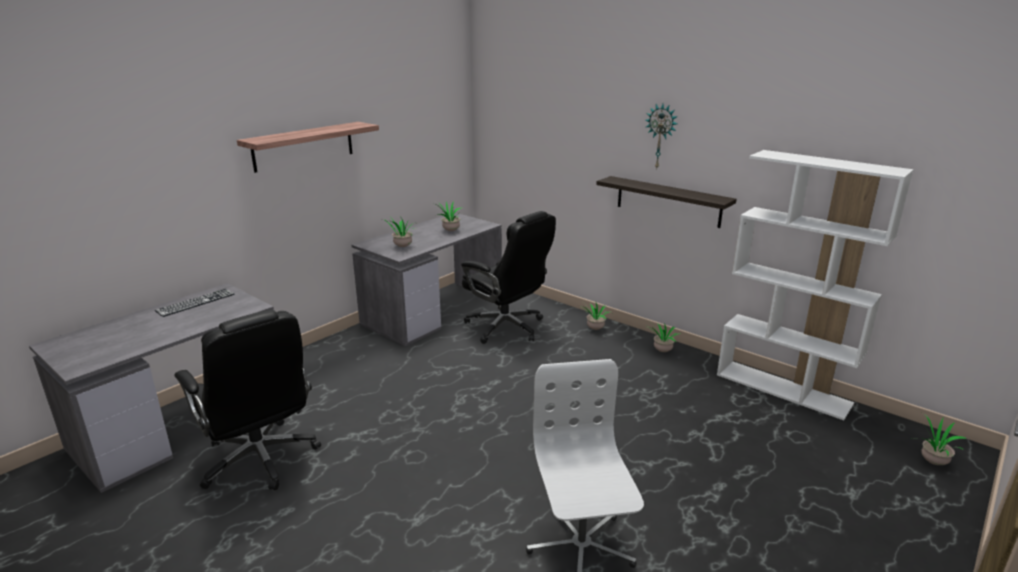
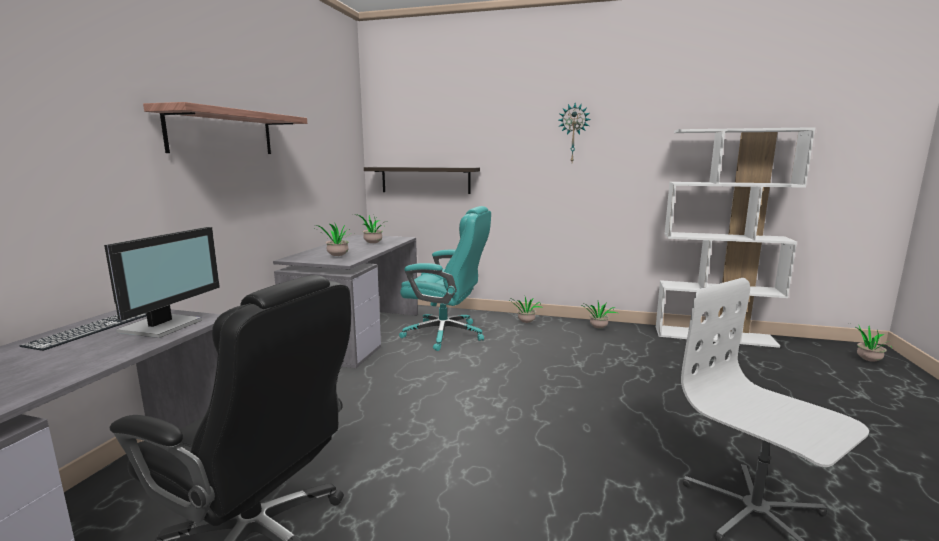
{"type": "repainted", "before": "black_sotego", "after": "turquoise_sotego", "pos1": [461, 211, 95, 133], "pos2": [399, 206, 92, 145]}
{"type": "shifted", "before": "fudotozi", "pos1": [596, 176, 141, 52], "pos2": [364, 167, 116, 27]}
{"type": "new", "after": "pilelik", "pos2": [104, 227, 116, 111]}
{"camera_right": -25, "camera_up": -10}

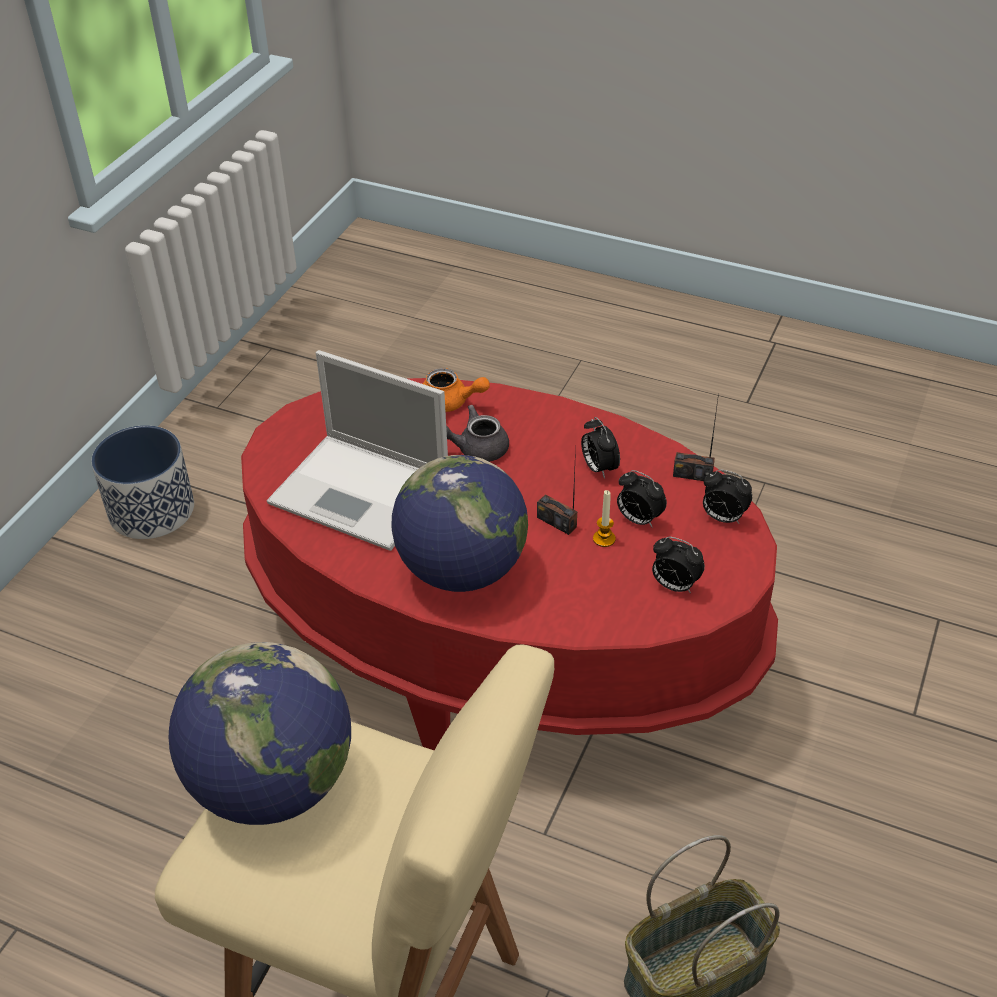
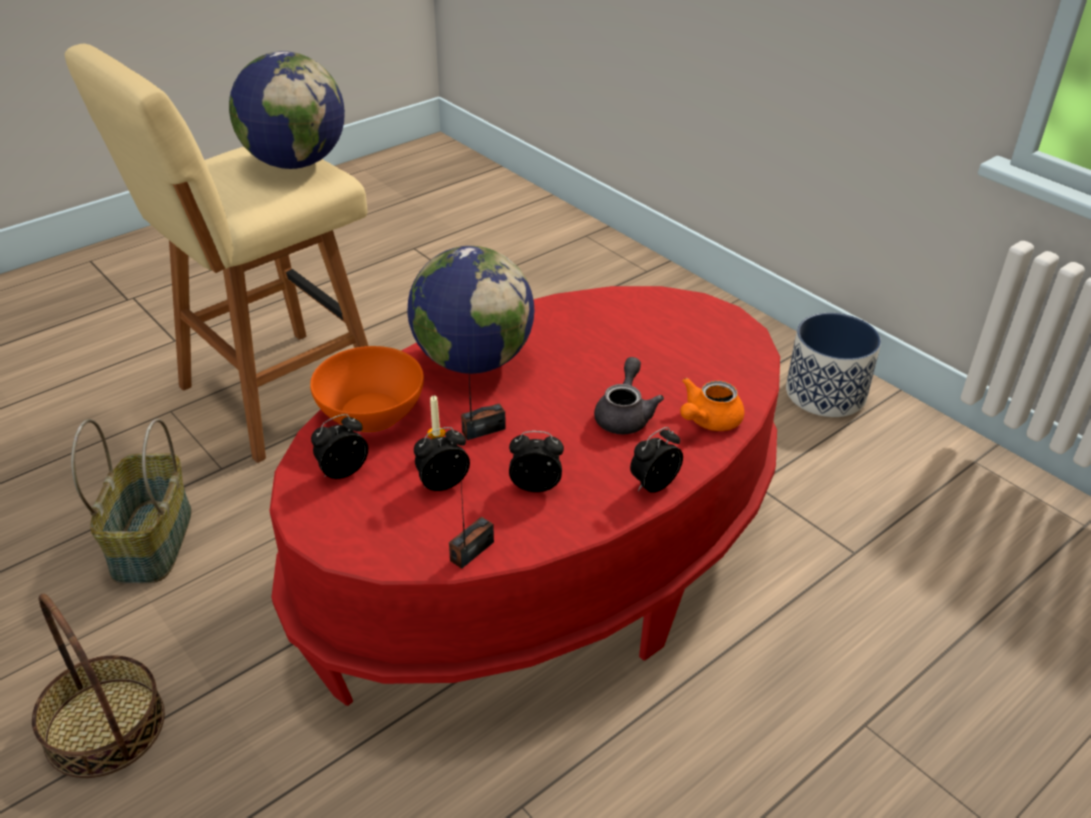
{"type": "gone", "before": "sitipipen", "pos1": [267, 350, 181, 201]}
{"type": "shifted", "before": "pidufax", "pos1": [703, 470, 49, 54], "pos2": [630, 427, 53, 66]}
{"type": "new", "after": "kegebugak", "pos2": [32, 594, 133, 184]}
{"type": "new", "after": "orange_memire", "pos2": [310, 346, 114, 86]}
{"camera_right": 115, "camera_up": -5}

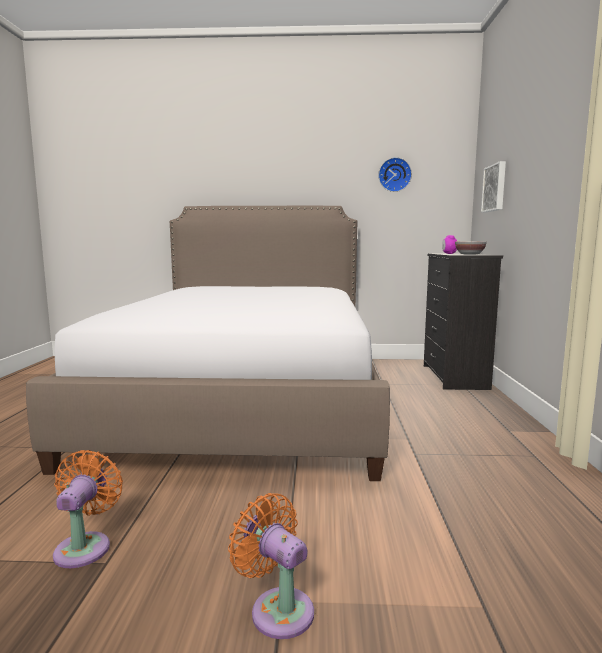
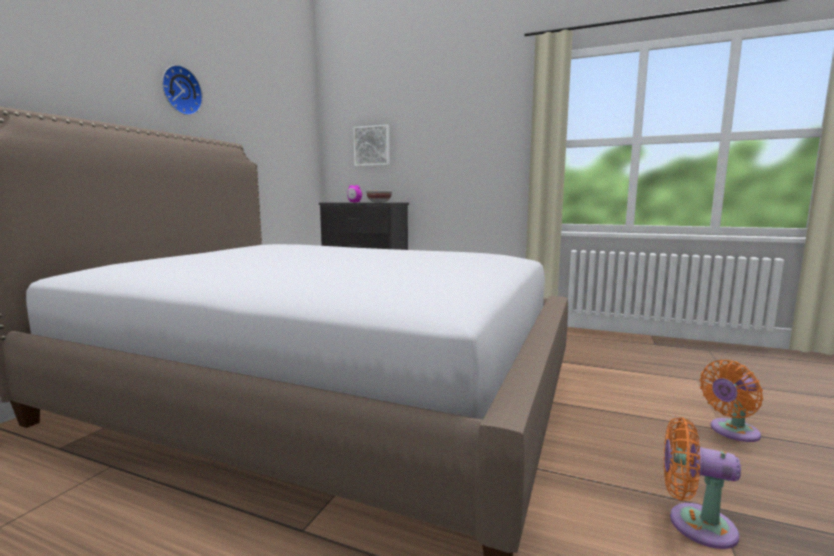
{"type": "shifted", "before": "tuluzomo", "pos1": [378, 157, 34, 35], "pos2": [162, 65, 41, 50]}
{"camera_right": -70, "camera_up": 0}

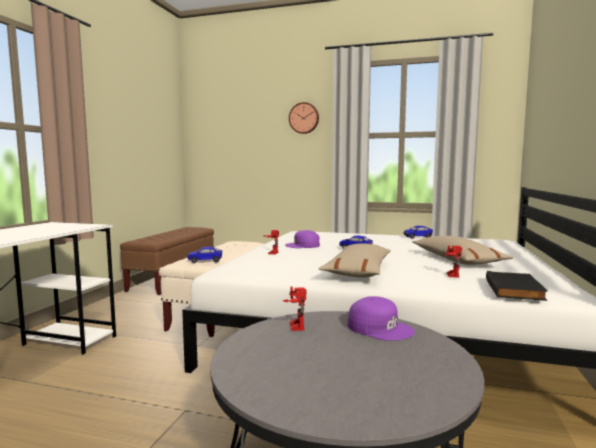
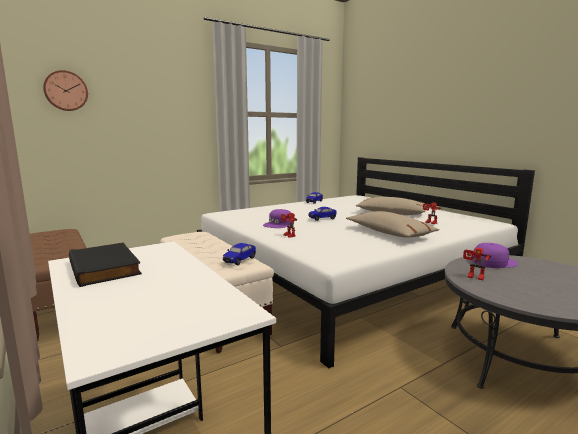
{"type": "shifted", "before": "tuluzomo", "pos1": [289, 102, 30, 32], "pos2": [43, 70, 45, 41]}
{"type": "shifted", "before": "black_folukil", "pos1": [486, 271, 62, 30], "pos2": [69, 242, 73, 45]}
{"camera_right": -50, "camera_up": 5}

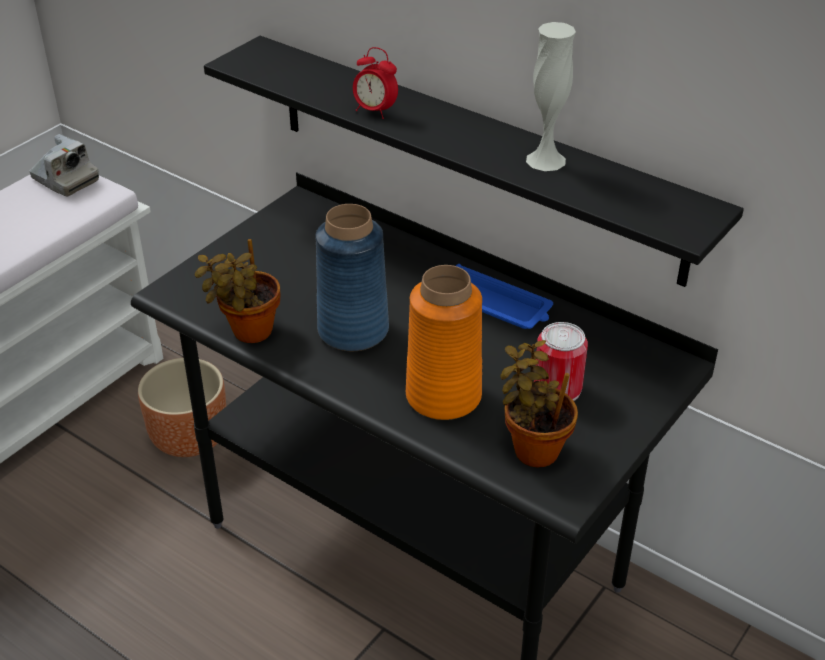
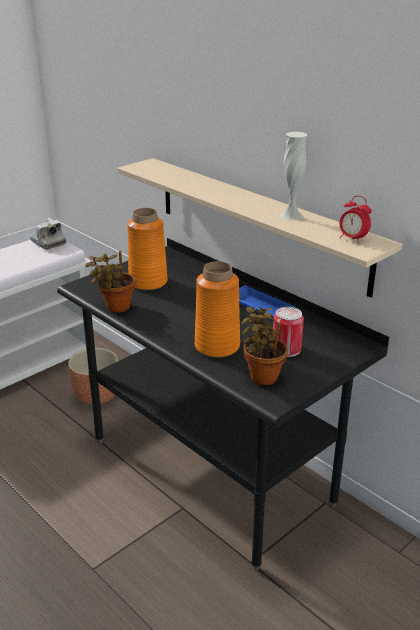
{"type": "repainted", "before": "black_fudotozi", "after": "beige_fudotozi", "pos1": [204, 36, 540, 251], "pos2": [117, 158, 285, 140]}
{"type": "gone", "before": "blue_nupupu", "pos1": [315, 204, 74, 147]}
{"type": "shifted", "before": "pidufax", "pos1": [353, 47, 45, 72], "pos2": [339, 196, 33, 48]}
{"type": "new", "after": "orange_nupupu", "pos2": [127, 208, 41, 82]}
{"camera_right": 10, "camera_up": -10}

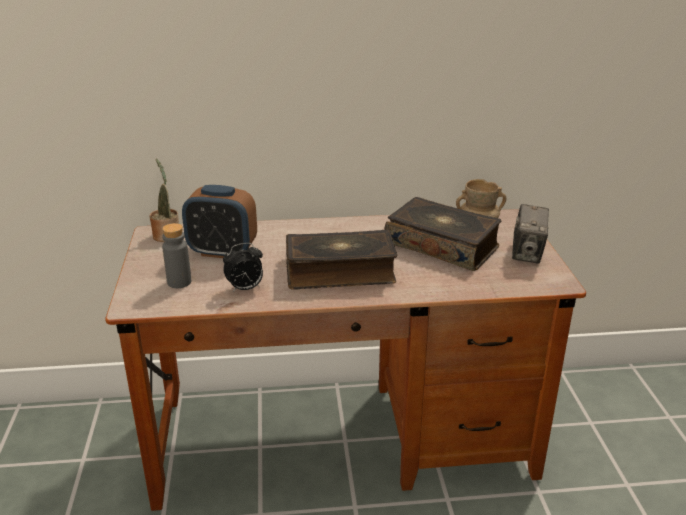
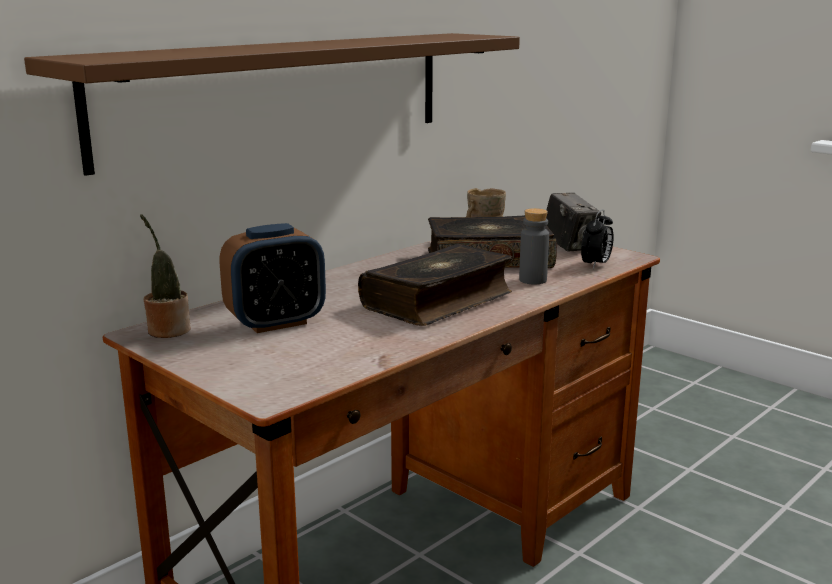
{"type": "shifted", "before": "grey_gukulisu", "pos1": [162, 223, 29, 65], "pos2": [519, 208, 30, 76]}
{"type": "shifted", "before": "pidufax", "pos1": [223, 243, 40, 49], "pos2": [581, 209, 32, 60]}
{"type": "new", "after": "brown_fudotozi", "pos2": [24, 33, 496, 143]}
{"camera_right": -40, "camera_up": -10}

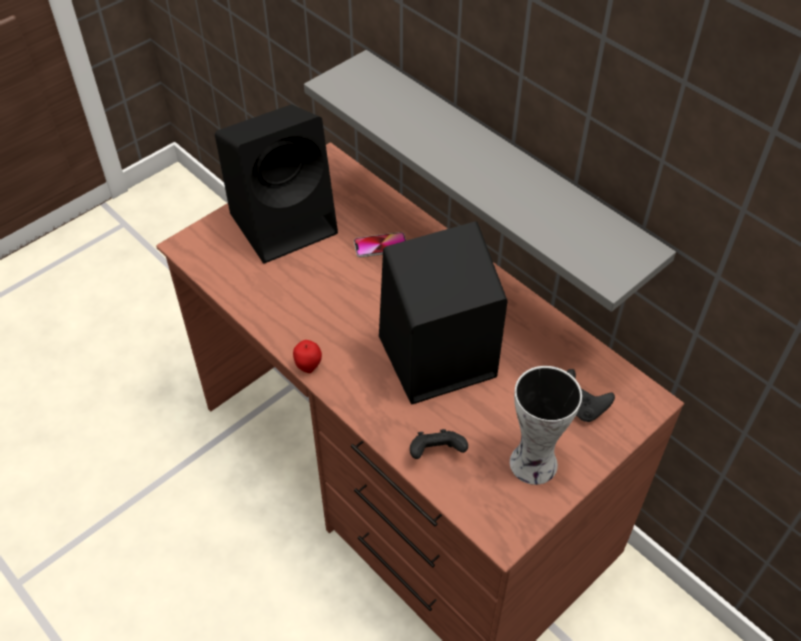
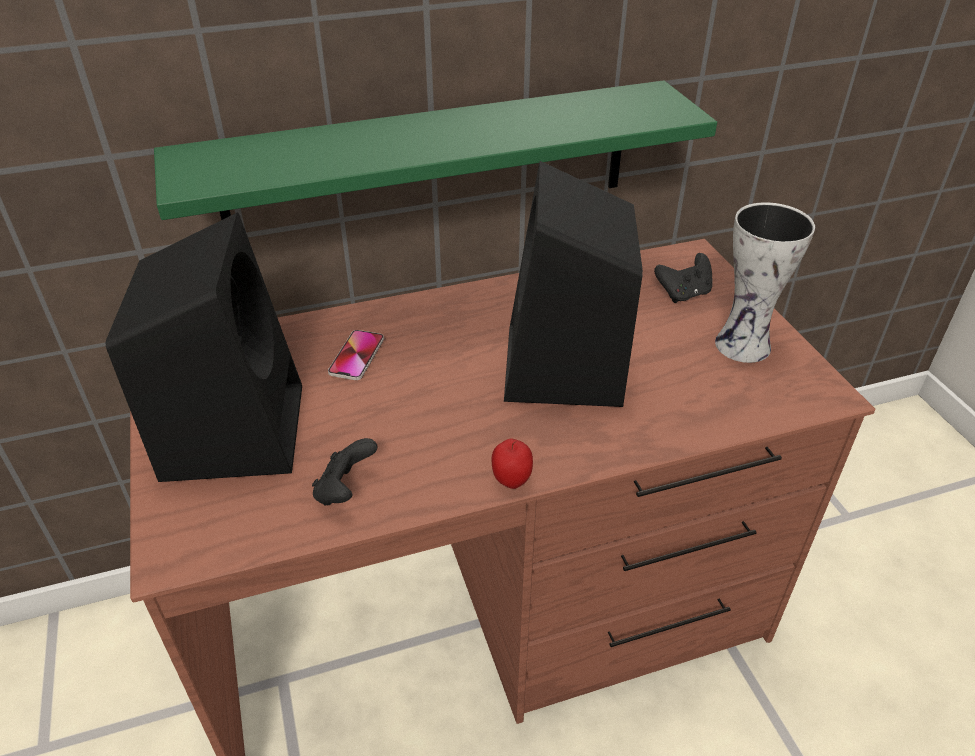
{"type": "repainted", "before": "grey_fudotozi", "after": "green_fudotozi", "pos1": [304, 50, 372, 262], "pos2": [154, 80, 563, 140]}
{"type": "shifted", "before": "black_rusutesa", "pos1": [410, 429, 58, 30], "pos2": [312, 438, 66, 68]}
{"camera_right": -65, "camera_up": -10}

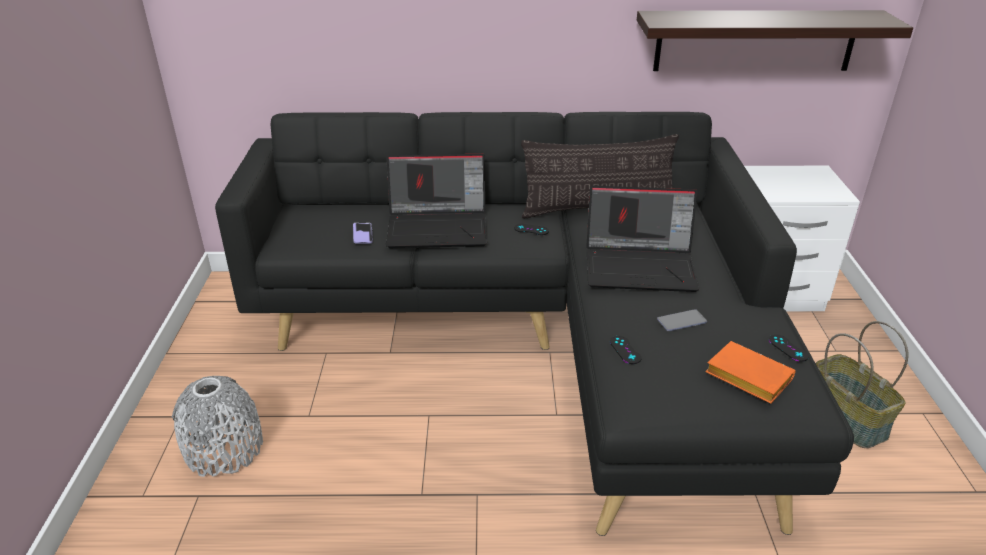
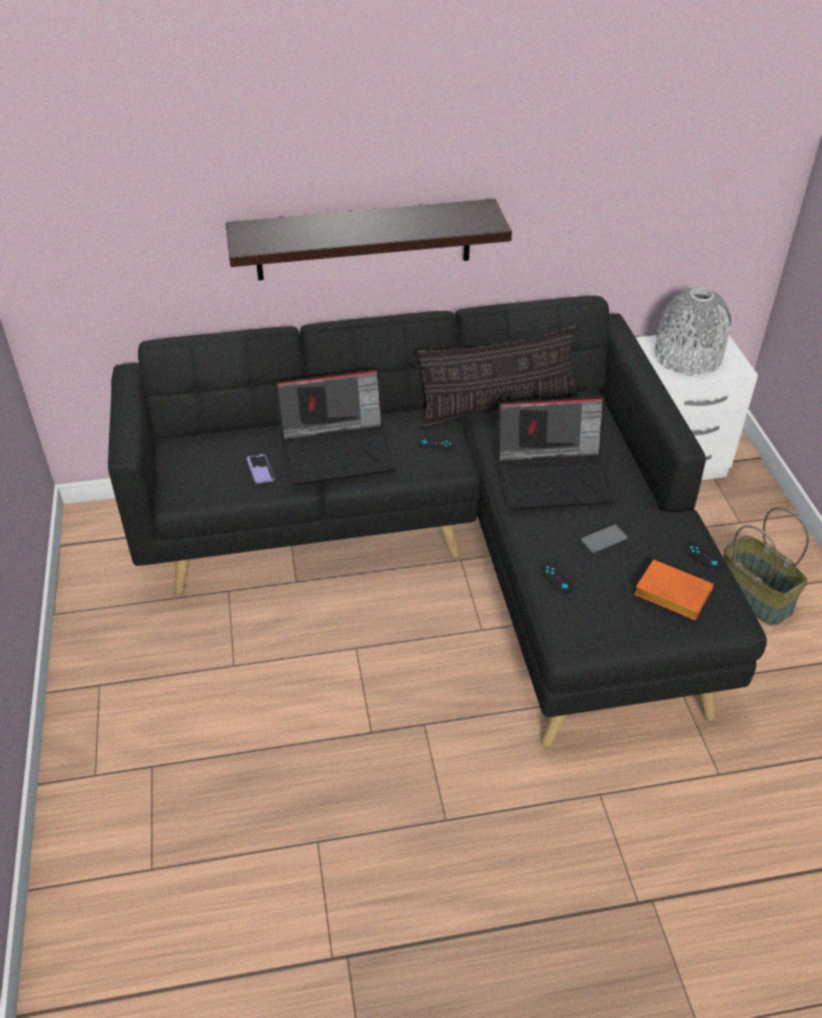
{"type": "shifted", "before": "grey_nupupu", "pos1": [172, 376, 91, 101], "pos2": [655, 287, 77, 89]}
{"type": "shifted", "before": "fudotozi", "pos1": [637, 10, 276, 61], "pos2": [226, 199, 286, 81]}
{"camera_right": -10, "camera_up": 10}

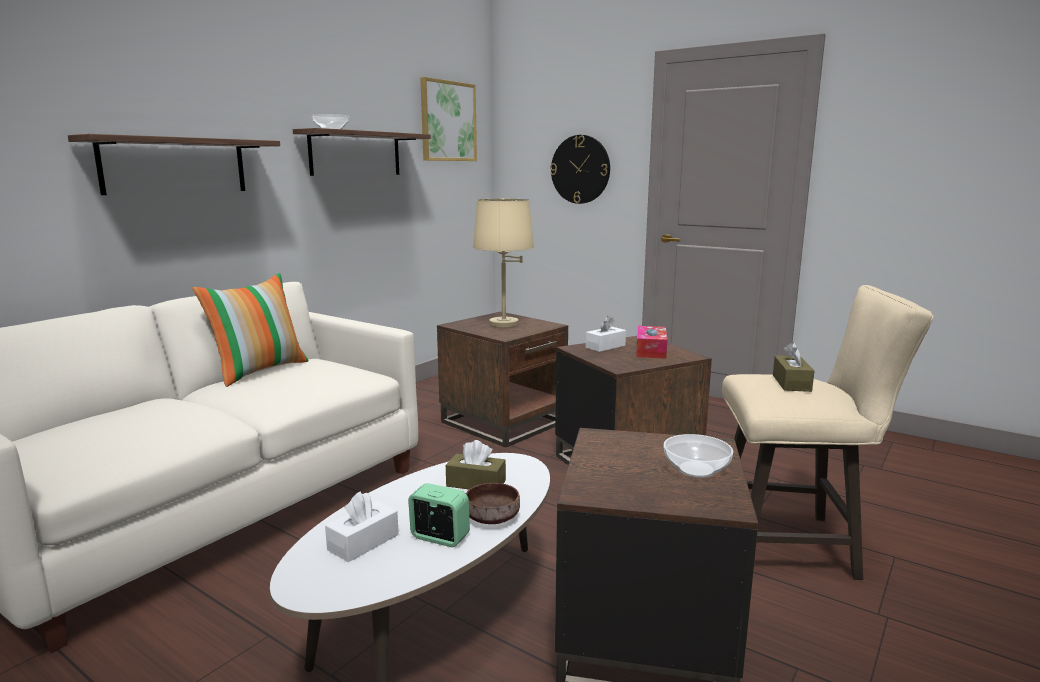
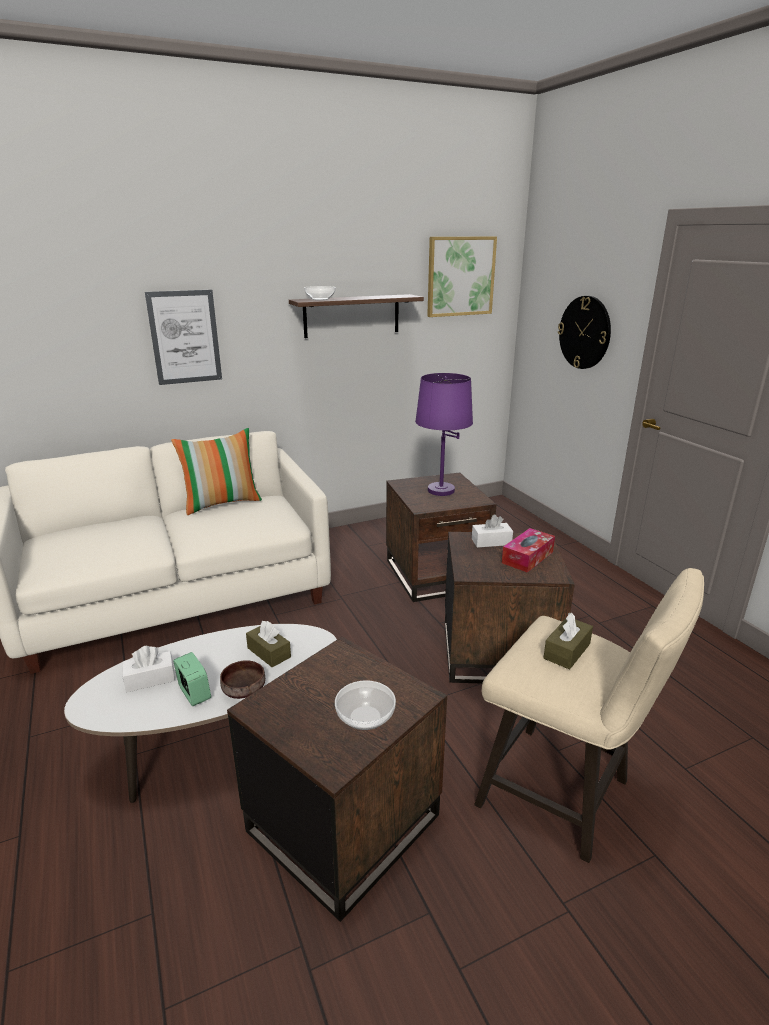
{"type": "swapped", "before": "fudotozi", "after": "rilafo", "pos1": [68, 134, 212, 61], "pos2": [145, 290, 77, 95]}
{"type": "repainted", "before": "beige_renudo", "after": "purple_renudo", "pos1": [473, 198, 61, 130], "pos2": [415, 373, 58, 123]}
{"camera_right": 30, "camera_up": 10}

